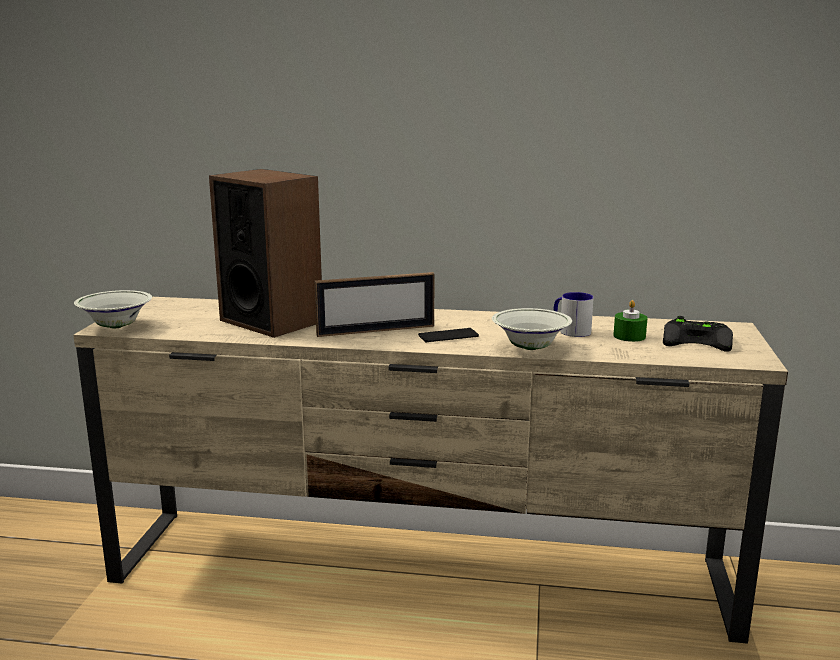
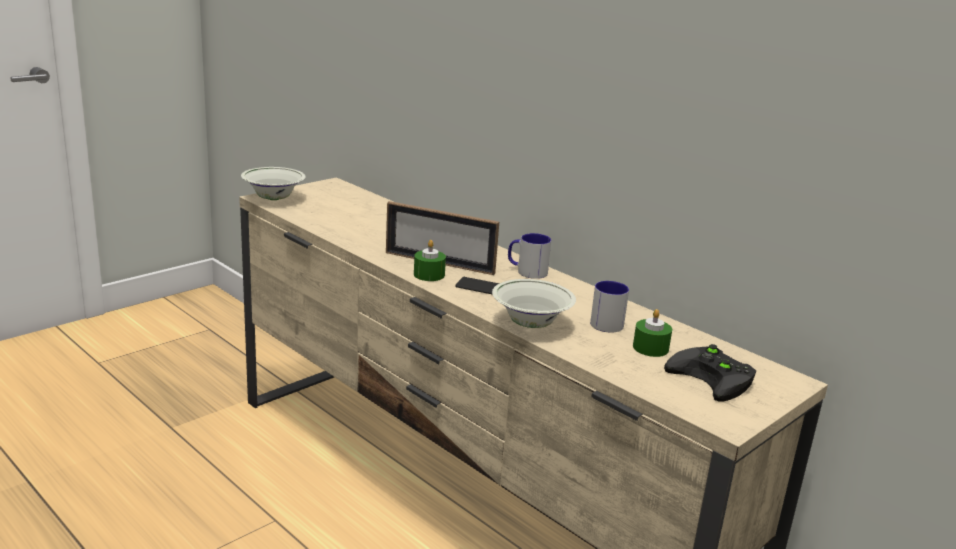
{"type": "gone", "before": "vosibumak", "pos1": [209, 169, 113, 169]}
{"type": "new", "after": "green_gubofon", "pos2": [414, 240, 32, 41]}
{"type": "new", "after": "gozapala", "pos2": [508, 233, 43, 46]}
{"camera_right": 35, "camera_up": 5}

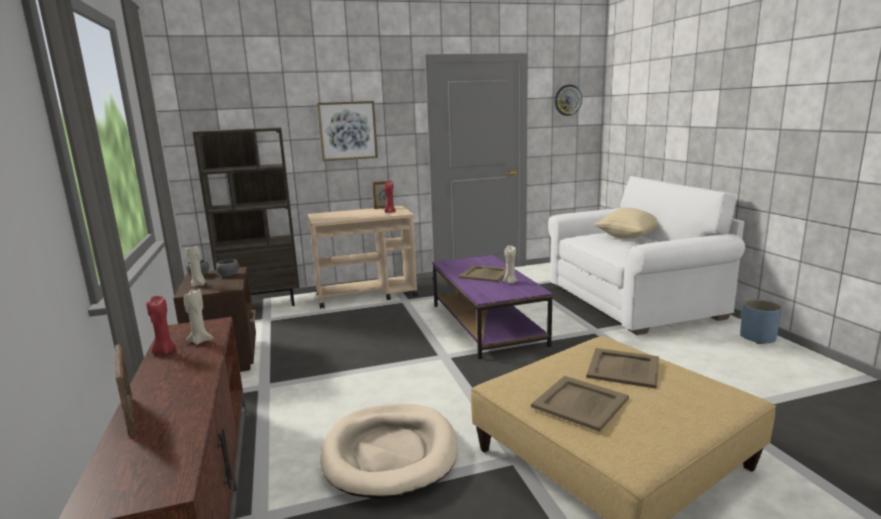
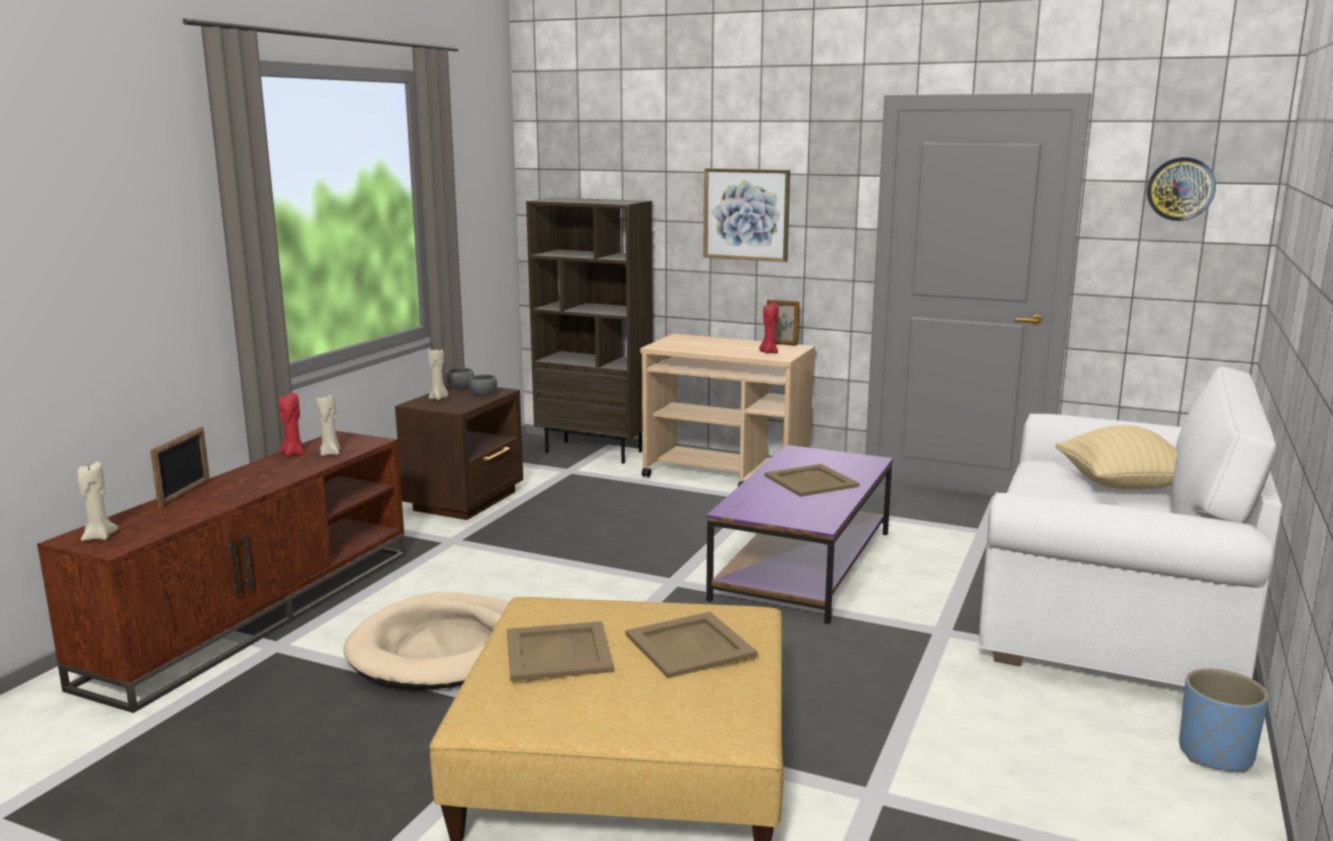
{"type": "shifted", "before": "beige_gubofon", "pos1": [503, 246, 14, 38], "pos2": [77, 462, 42, 79]}
{"camera_right": 40, "camera_up": 0}

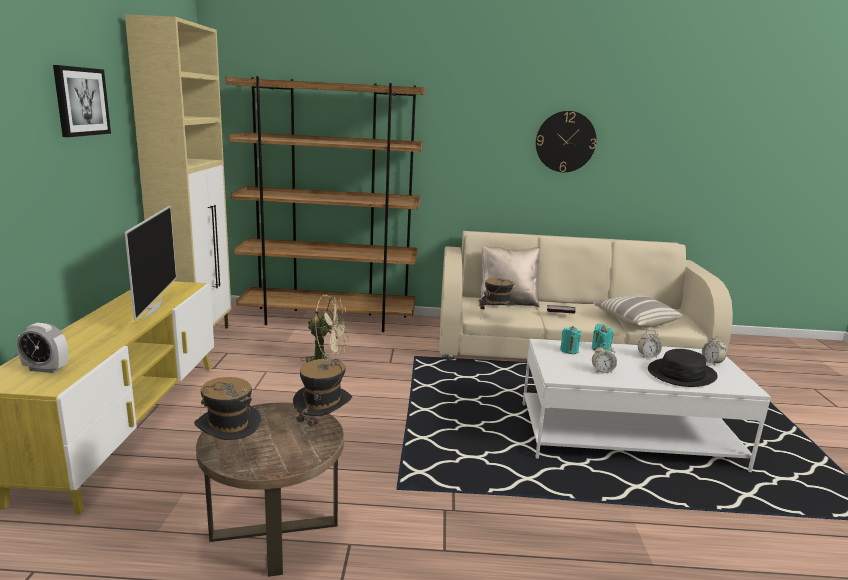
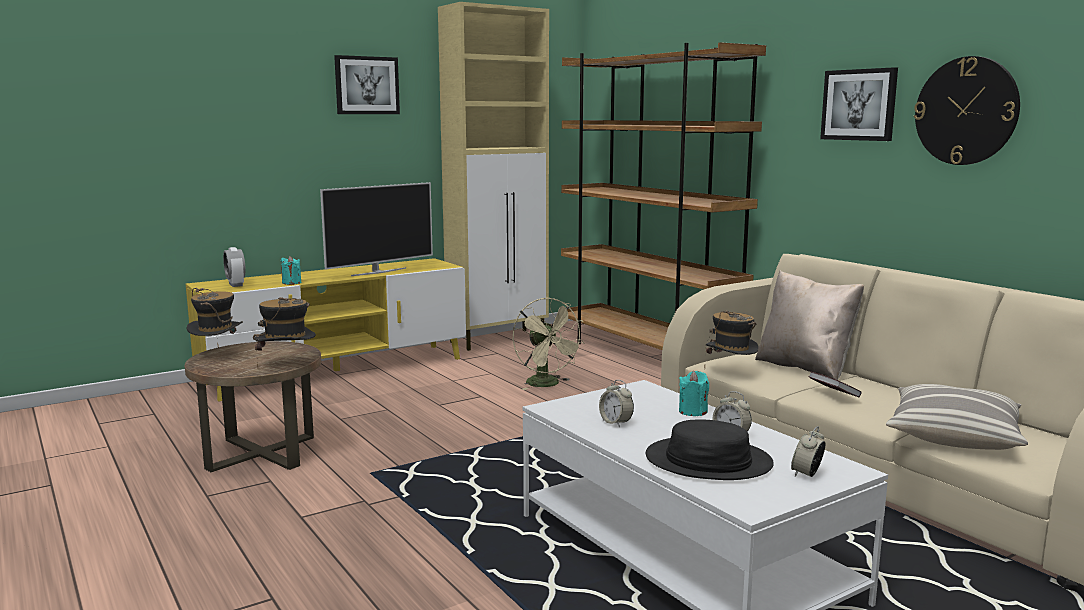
{"type": "shifted", "before": "turquoise_gubofon", "pos1": [560, 326, 22, 28], "pos2": [281, 256, 20, 29]}
{"type": "new", "after": "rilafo", "pos2": [820, 67, 78, 74]}
{"camera_right": 55, "camera_up": -5}

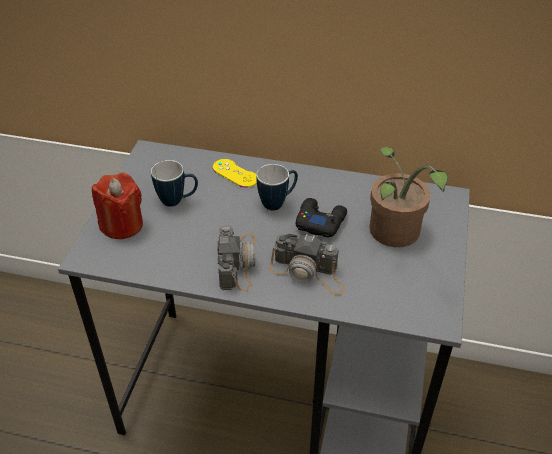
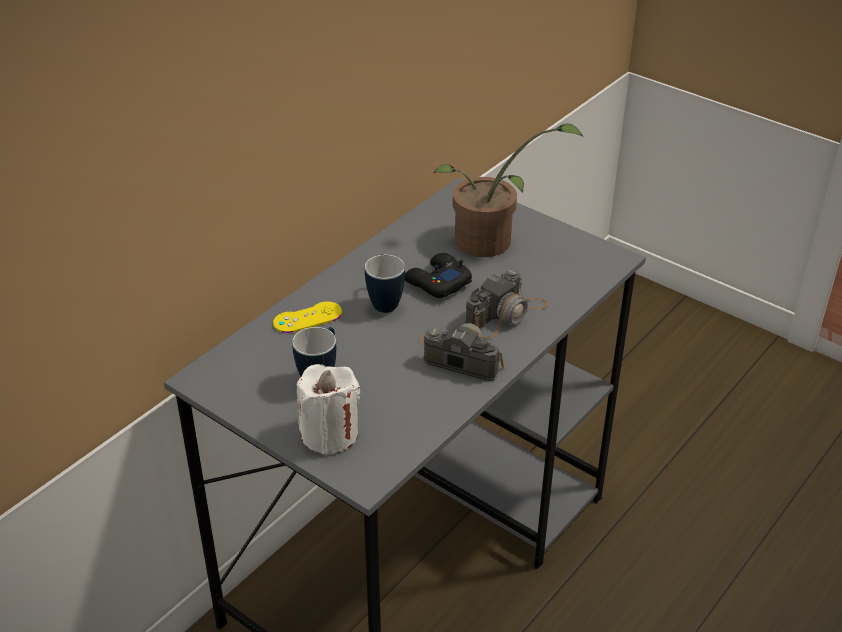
{"type": "repainted", "before": "red_gubofon", "after": "white_gubofon", "pos1": [92, 173, 51, 66], "pos2": [297, 364, 63, 91]}
{"camera_right": -65, "camera_up": -5}

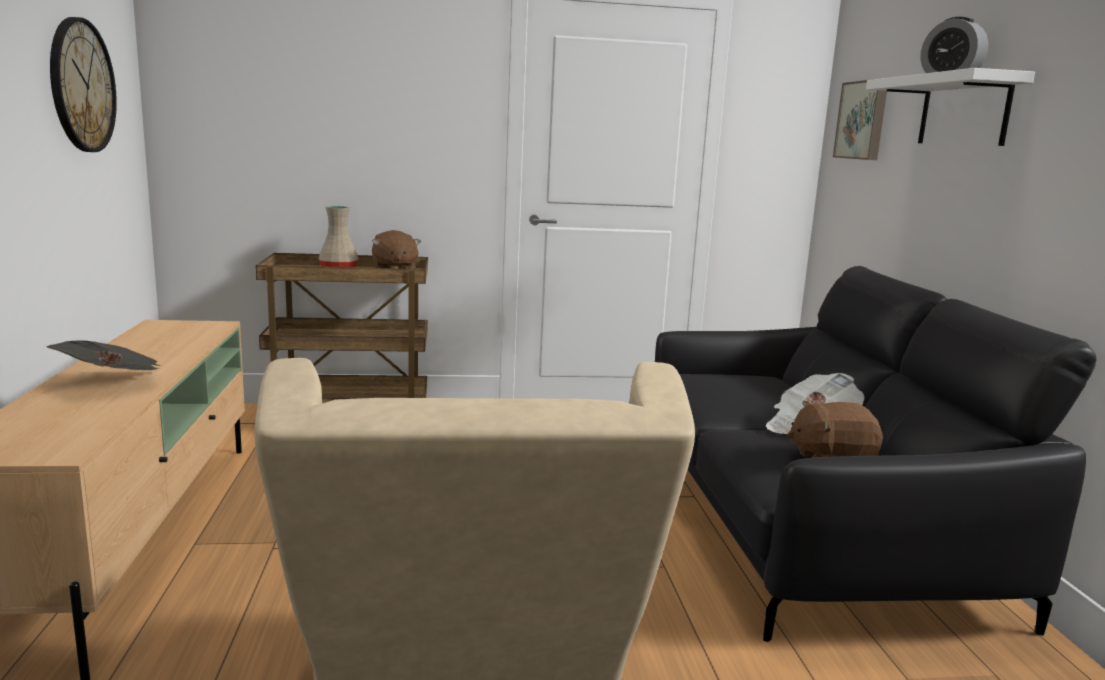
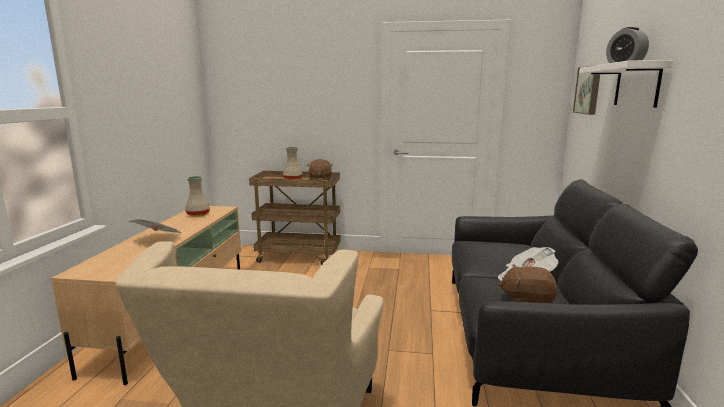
{"type": "gone", "before": "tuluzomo", "pos1": [50, 17, 67, 135]}
{"type": "new", "after": "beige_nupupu", "pos2": [185, 176, 25, 41]}
{"camera_right": 15, "camera_up": 0}

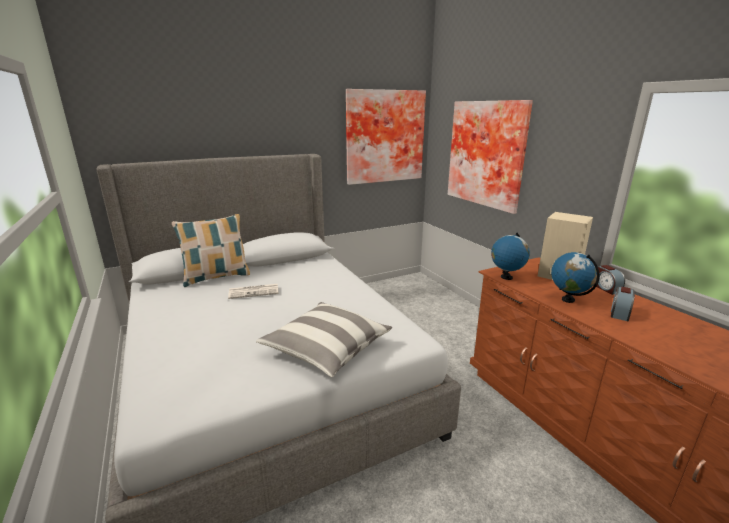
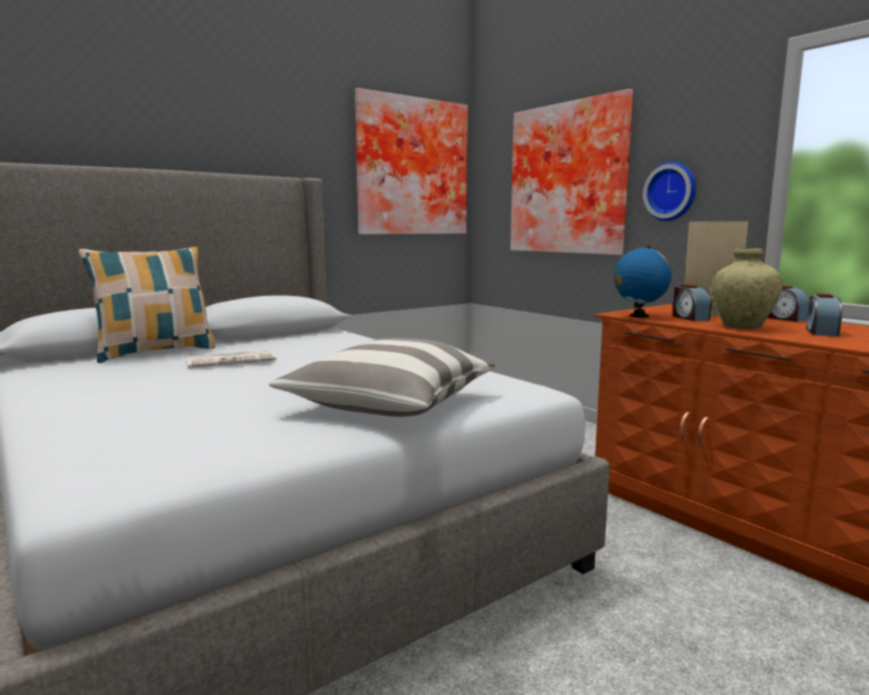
{"type": "swapped", "before": "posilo", "after": "beige_nupupu", "pos1": [551, 252, 49, 51], "pos2": [711, 248, 72, 81]}
{"type": "new", "after": "tuluzomo", "pos2": [643, 162, 53, 59]}
{"type": "new", "after": "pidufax", "pos2": [673, 285, 38, 36]}
{"camera_right": -10, "camera_up": -10}

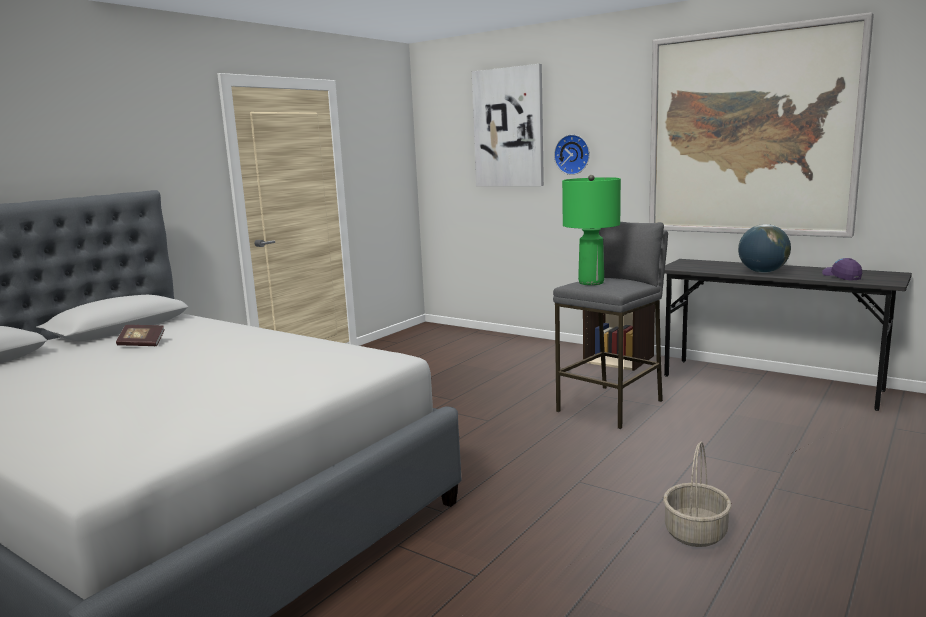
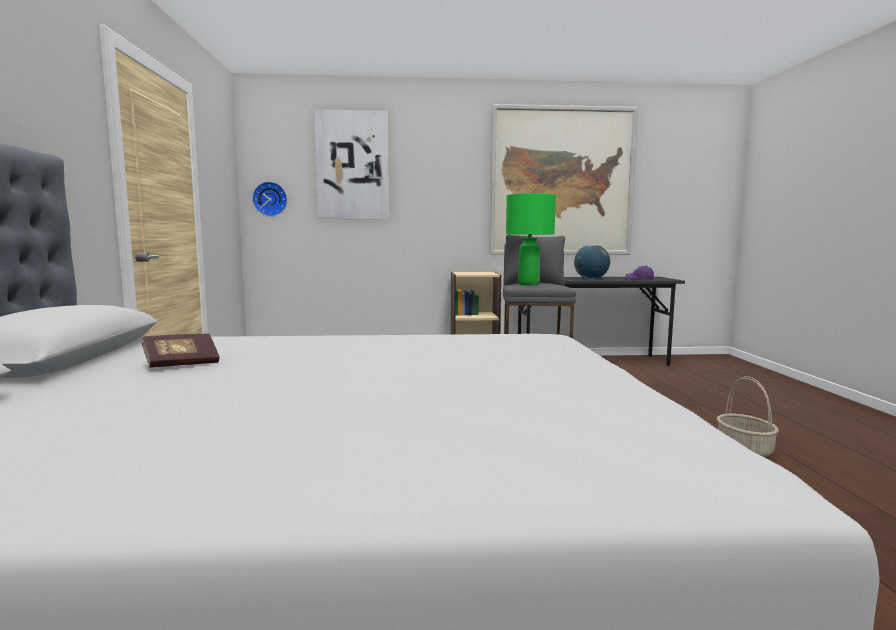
{"type": "shifted", "before": "tuluzomo", "pos1": [554, 134, 36, 41], "pos2": [252, 181, 35, 36]}
{"camera_right": -40, "camera_up": -5}

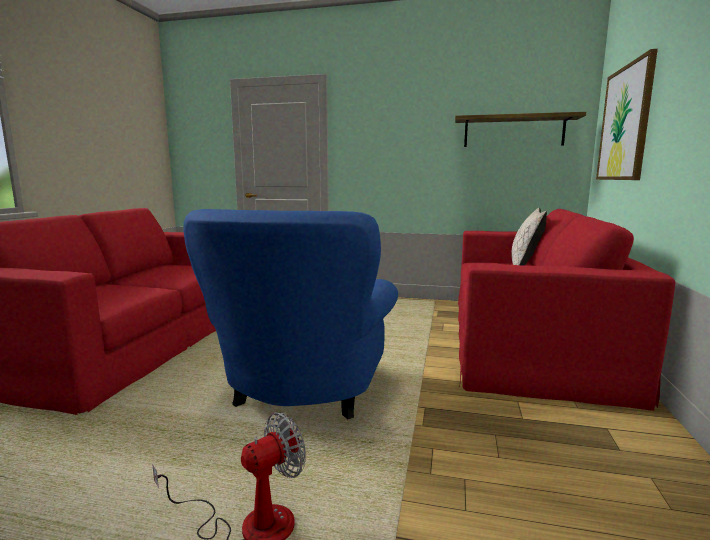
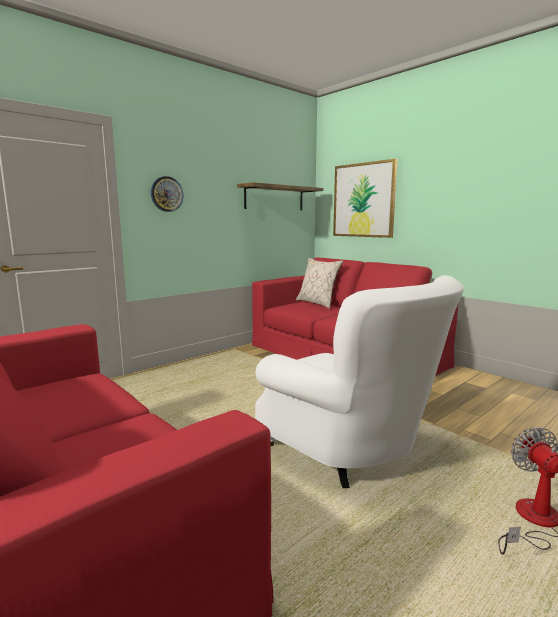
{"type": "repainted", "before": "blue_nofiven", "after": "white_nofiven", "pos1": [184, 209, 214, 210], "pos2": [255, 275, 210, 213]}
{"type": "new", "after": "tuluzomo", "pos2": [151, 176, 33, 36]}
{"camera_right": -55, "camera_up": 0}

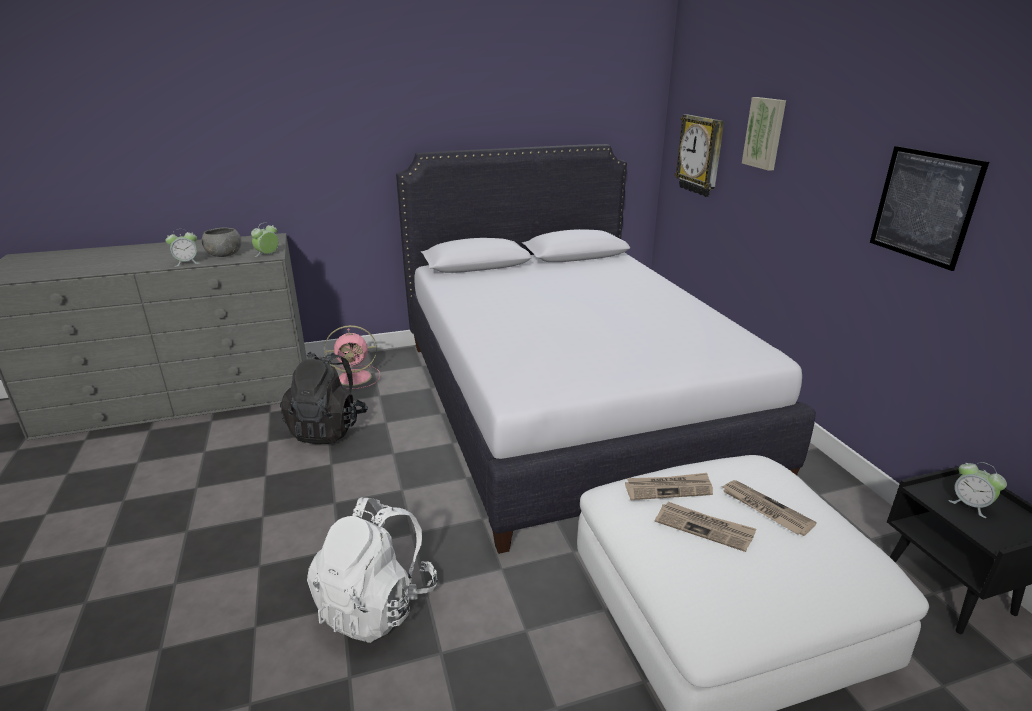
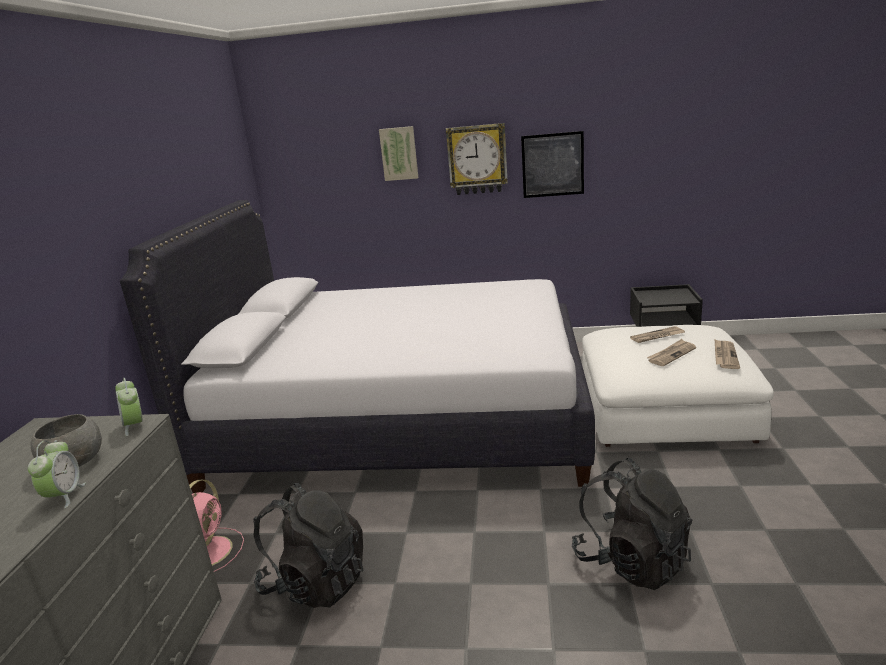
{"type": "repainted", "before": "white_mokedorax", "after": "black_mokedorax", "pos1": [307, 497, 130, 146], "pos2": [572, 458, 121, 132]}
{"type": "shifted", "before": "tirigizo", "pos1": [625, 473, 88, 27], "pos2": [715, 339, 25, 30]}
{"type": "shifted", "before": "tuluzomo", "pos1": [675, 114, 49, 83], "pos2": [446, 123, 62, 72]}
{"type": "gone", "before": "pidufax", "pos1": [948, 462, 59, 56]}
{"camera_right": -65, "camera_up": -5}

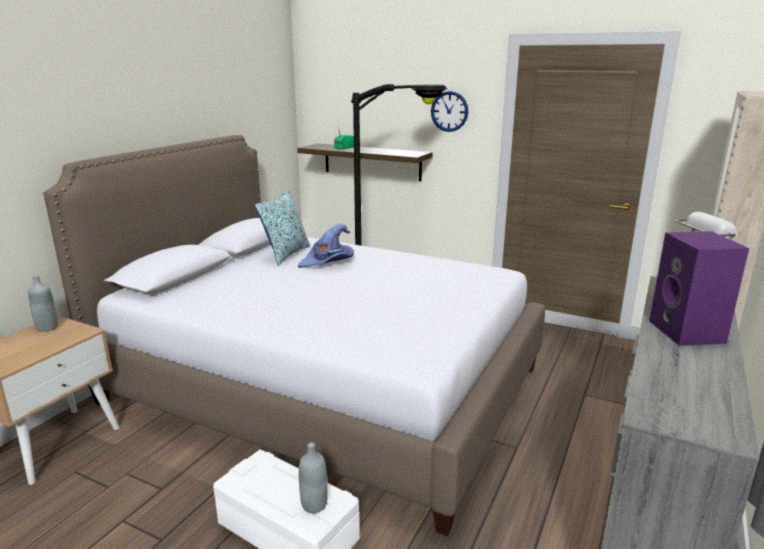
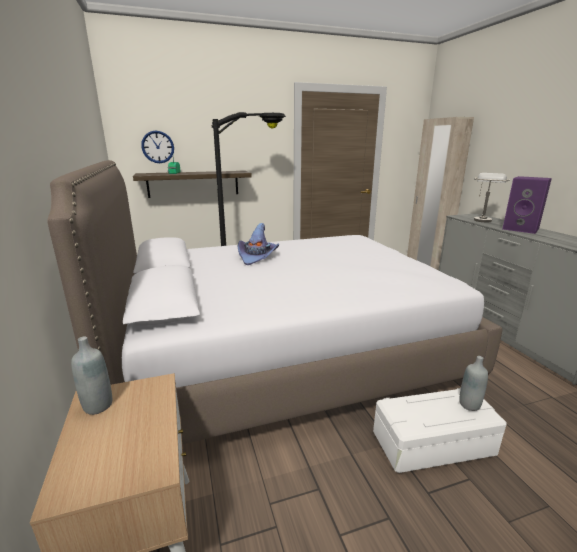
{"type": "gone", "before": "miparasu", "pos1": [255, 190, 56, 76]}
{"type": "shifted", "before": "tuluzomo", "pos1": [431, 91, 37, 41], "pos2": [141, 131, 33, 32]}
{"camera_right": -45, "camera_up": 0}

